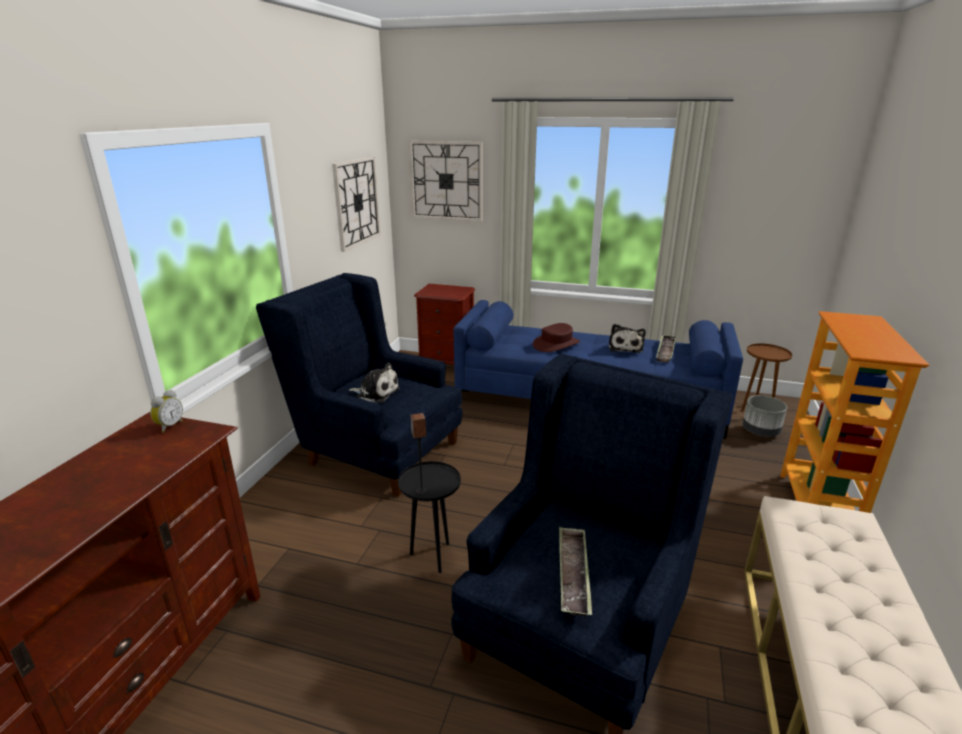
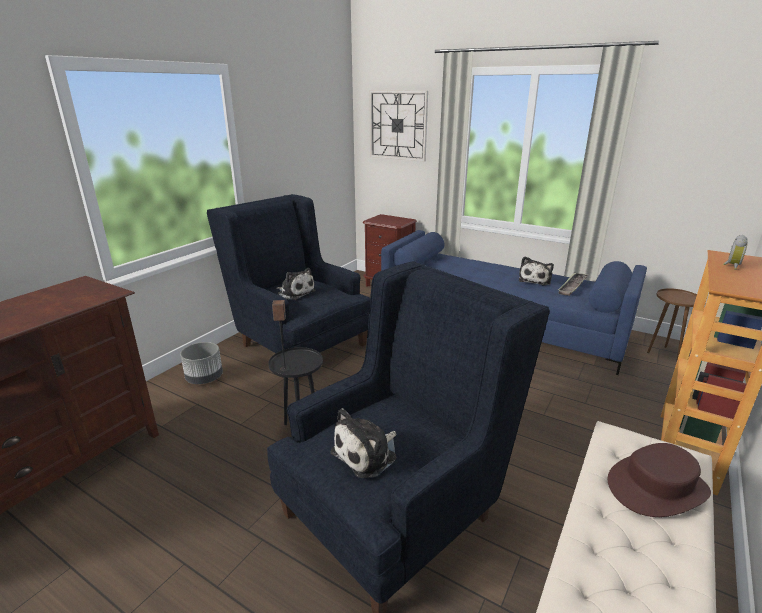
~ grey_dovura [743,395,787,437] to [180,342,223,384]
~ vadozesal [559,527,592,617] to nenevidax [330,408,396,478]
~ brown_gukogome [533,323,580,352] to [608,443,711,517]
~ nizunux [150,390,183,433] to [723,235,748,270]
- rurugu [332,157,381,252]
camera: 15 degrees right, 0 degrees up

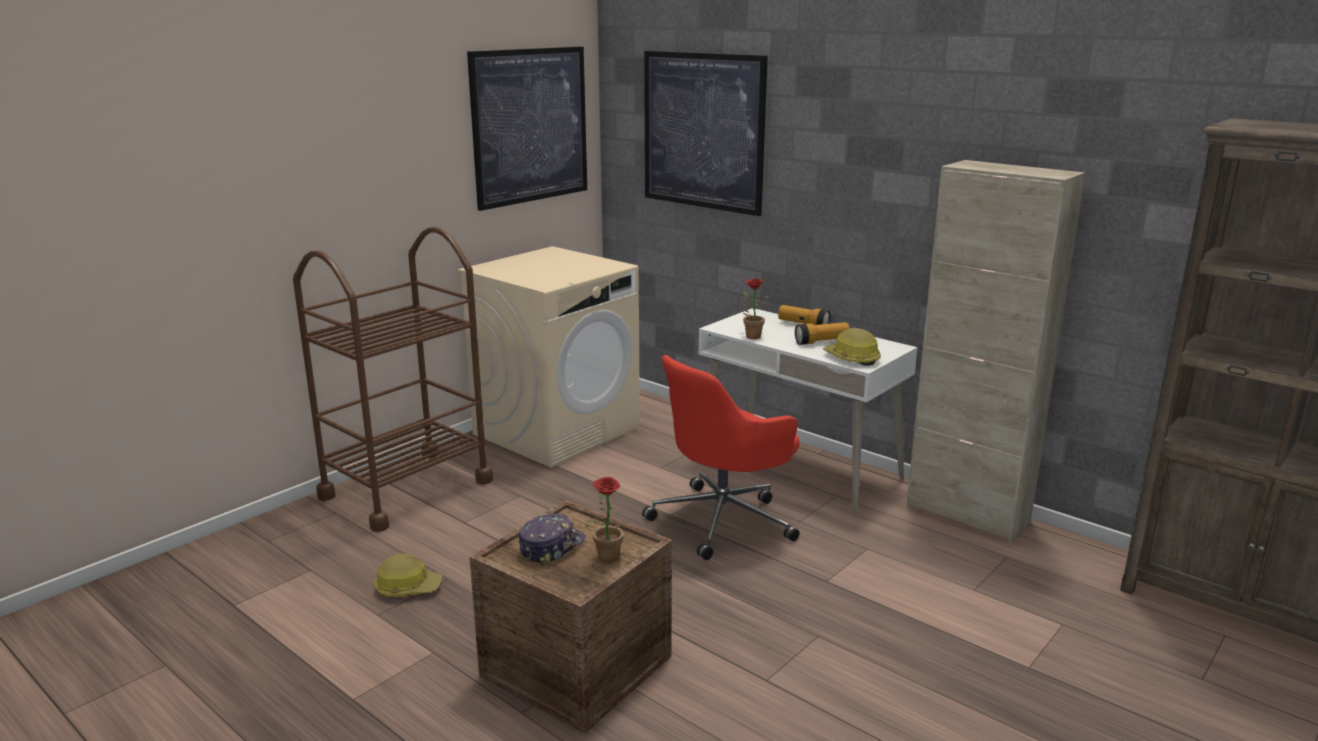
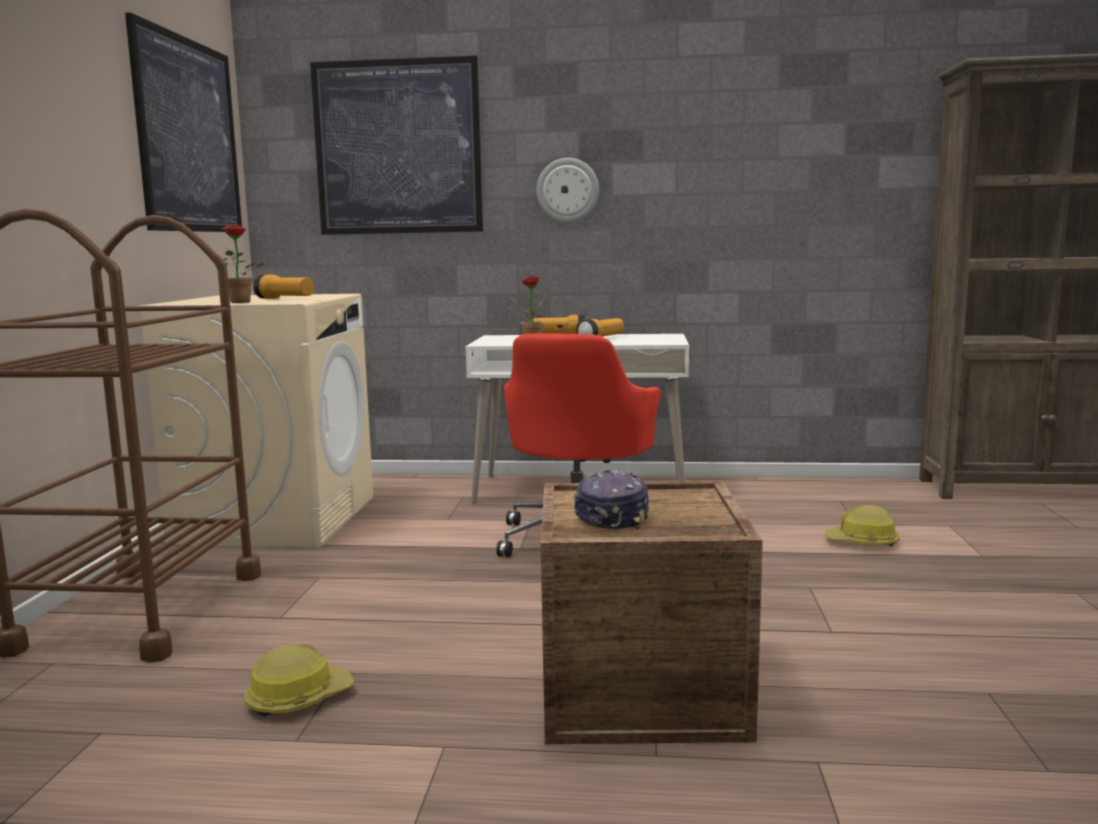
~ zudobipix [585,477,640,563] to [221,224,265,303]
+ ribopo [253,274,314,299]
+ rurugu [537,158,599,222]
~ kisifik [823,328,881,366] to [825,505,900,547]
- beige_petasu [906,160,1085,541]
camera: 35 degrees left, 10 degrees down

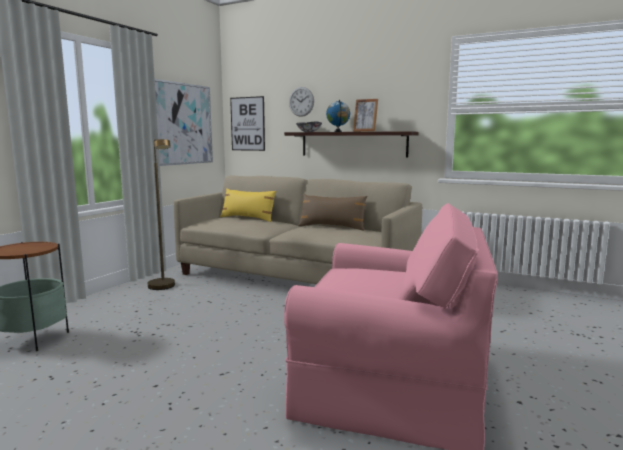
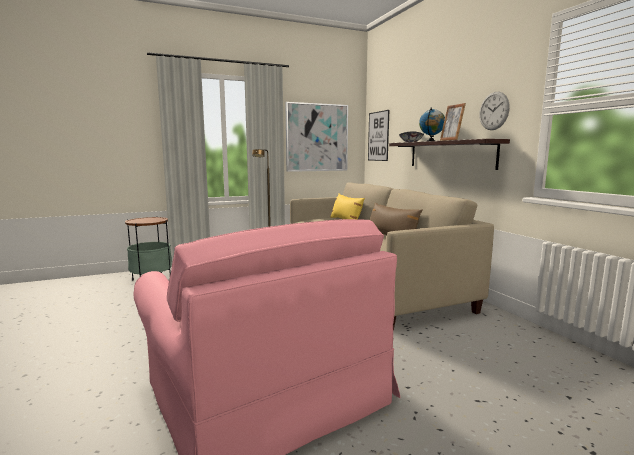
~ rurugu [289,87,314,117] to [479,92,510,130]
camera: 40 degrees right, 0 degrees up

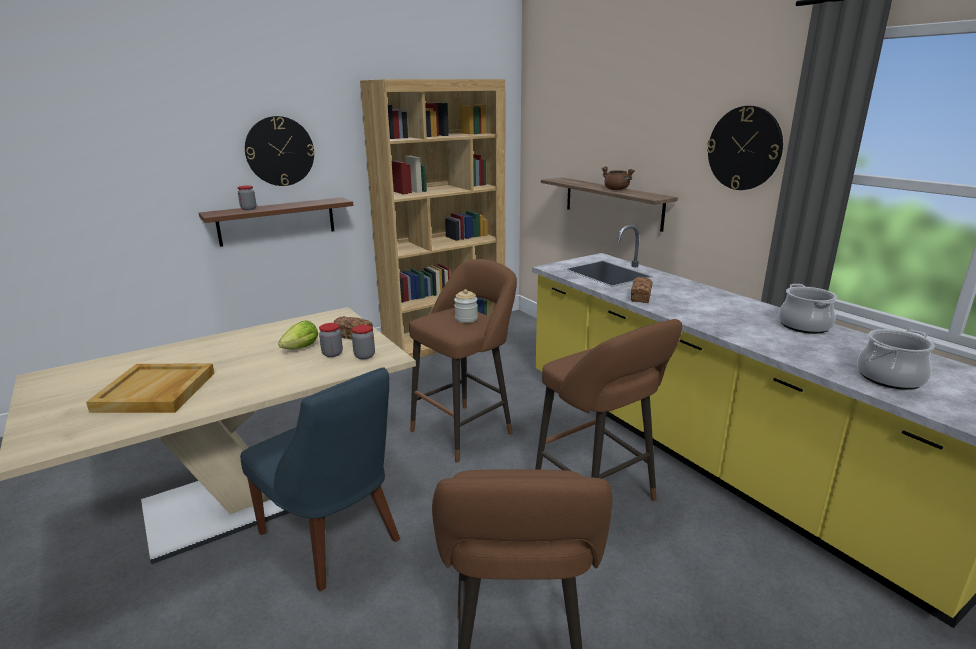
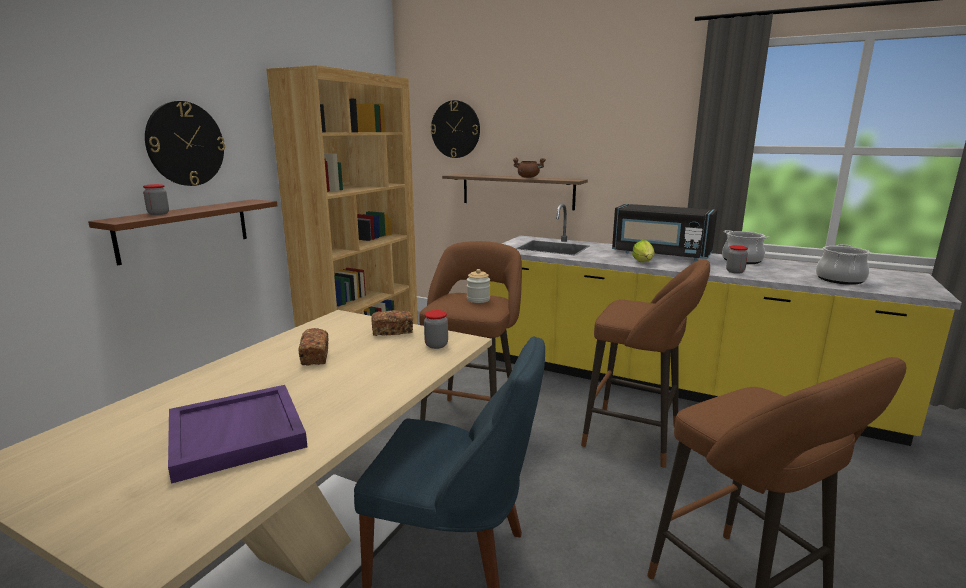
~ beige_vadozesal [86,364,214,413] to purple_vadozesal [168,385,308,484]
~ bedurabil [631,277,653,303] to [299,328,329,366]
~ rurugu [707,106,783,190] to [430,100,480,158]
+ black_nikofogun [612,204,717,261]
~ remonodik [278,320,318,349] to [632,240,655,262]
~ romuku [319,323,343,357] to [726,245,748,274]
camera: 30 degrees left, 5 degrees down

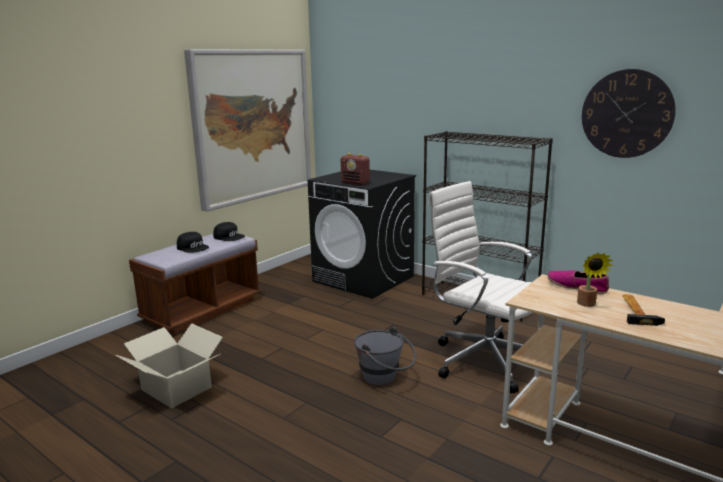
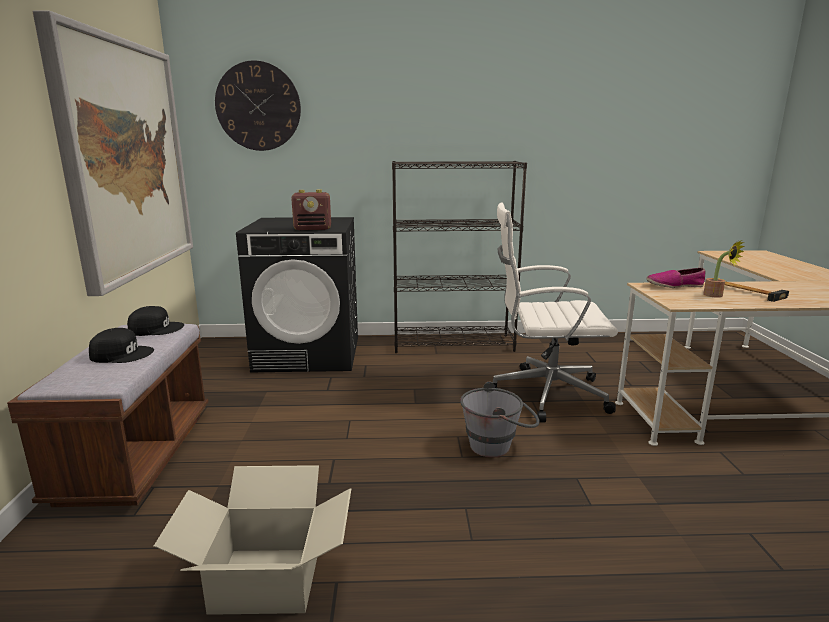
~ rurugu [582,69,676,158] to [215,61,301,151]
camera: 40 degrees left, 0 degrees up

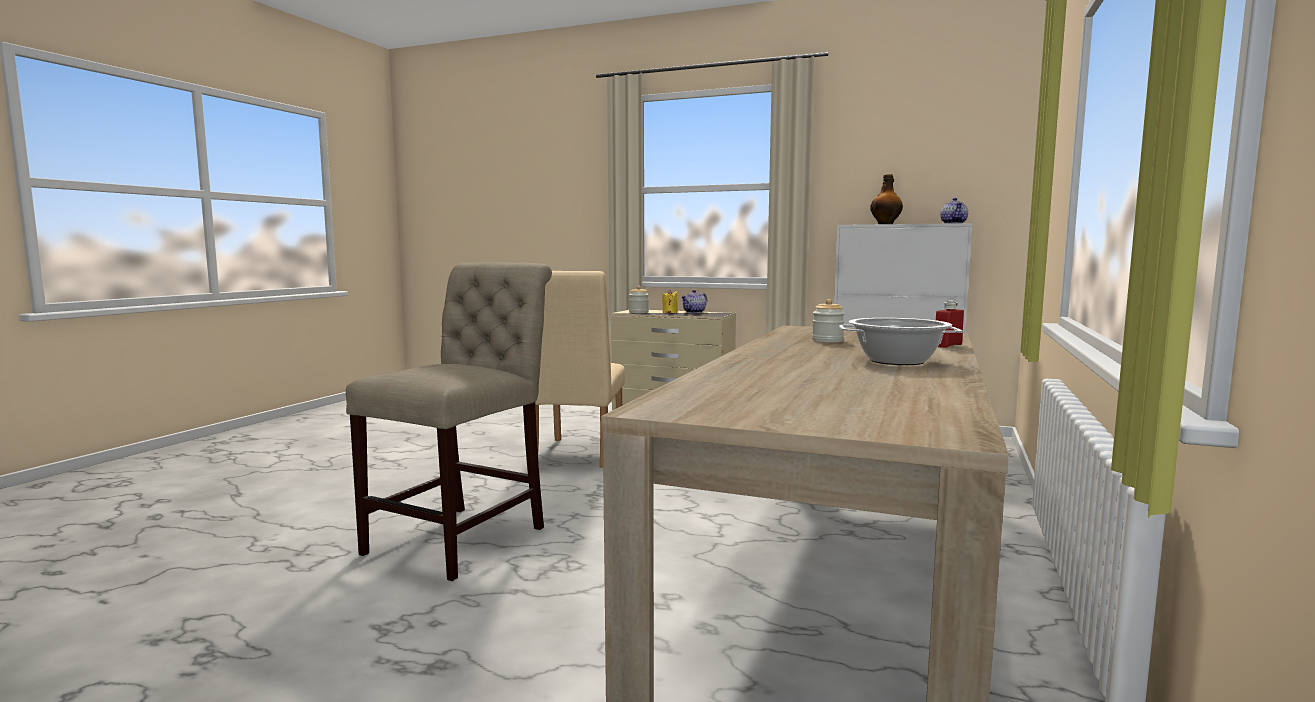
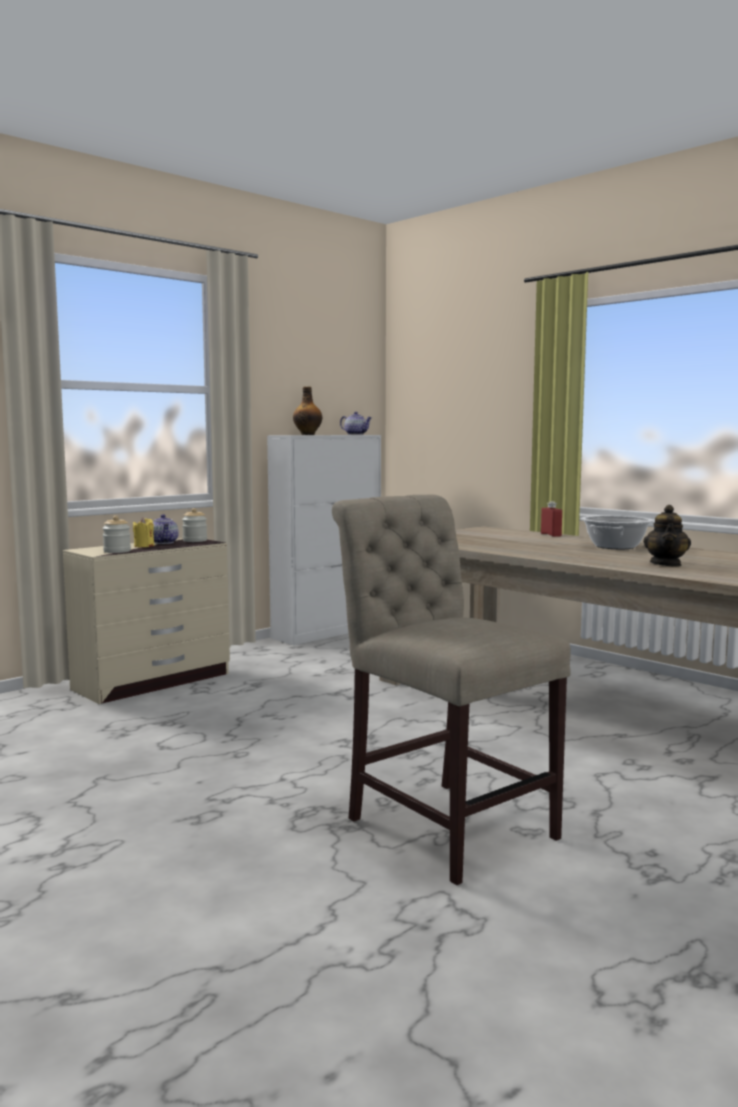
~ romuku [812,299,845,343] to [182,508,207,542]
+ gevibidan [643,505,691,566]
- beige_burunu [535,271,625,468]
camera: 65 degrees left, 0 degrees up

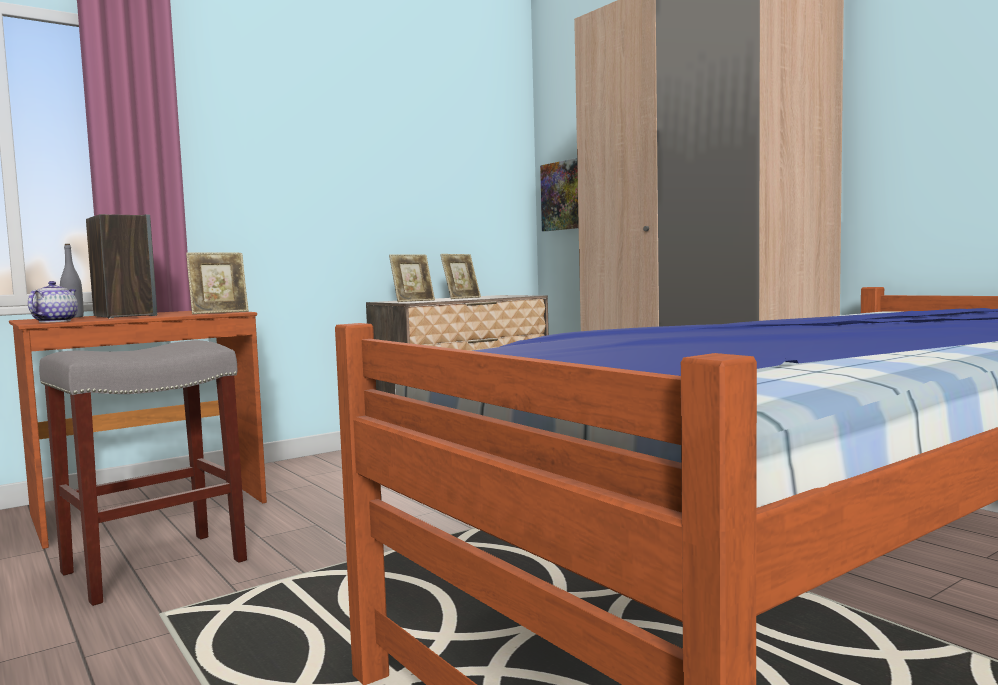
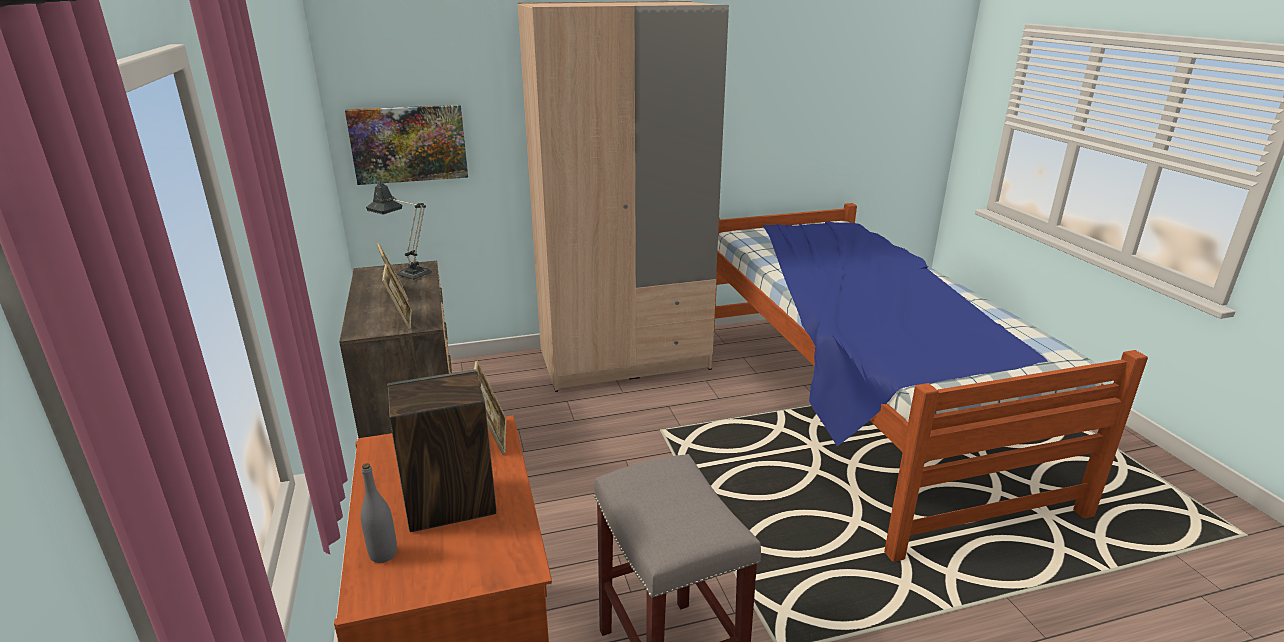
+ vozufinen [366,180,432,280]
- gevibidan [28,281,78,323]
camera: 70 degrees left, 20 degrees up

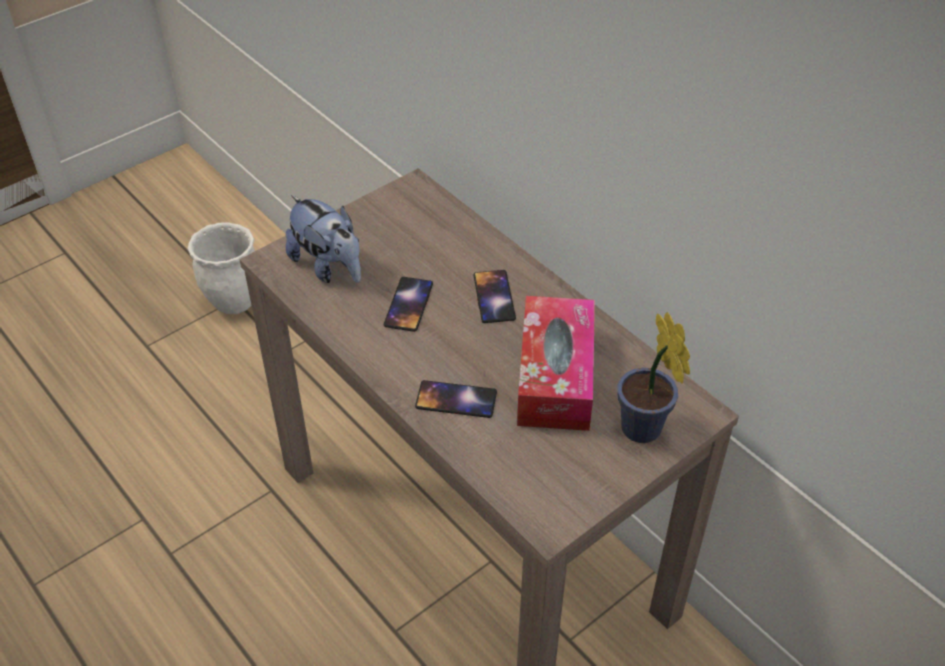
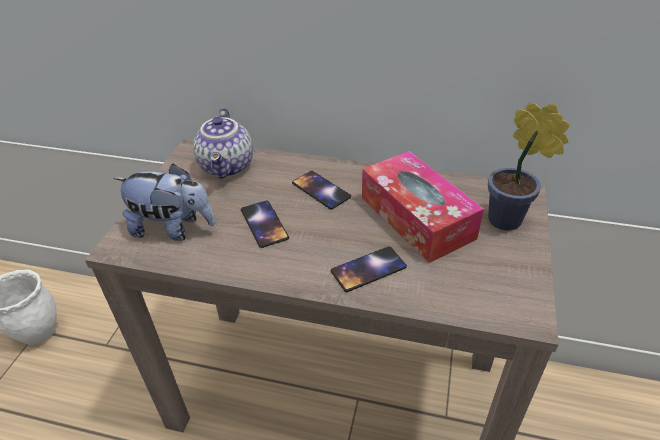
+ gevibidan [193,108,253,179]
camera: 35 degrees left, 5 degrees down

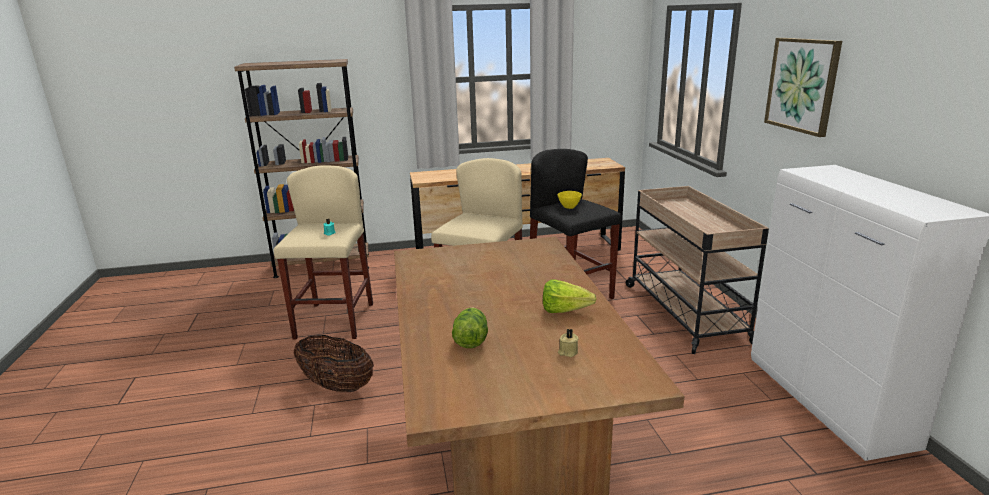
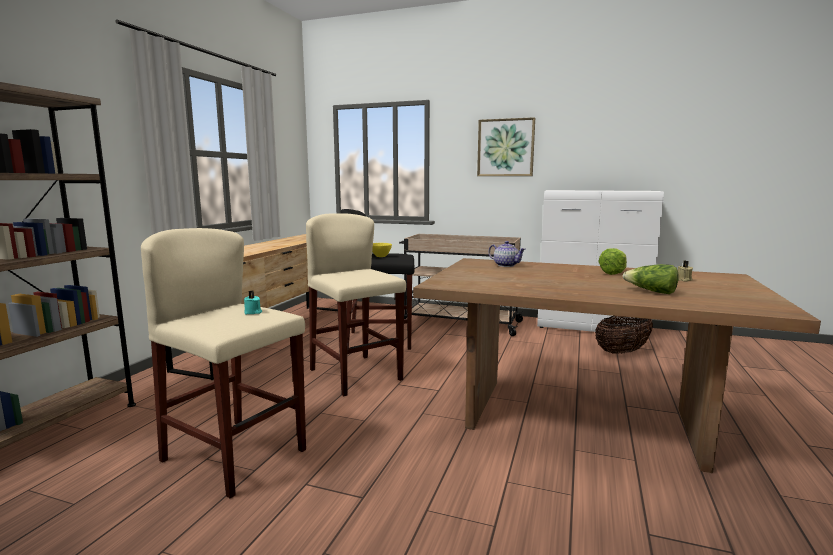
+ gevibidan [488,241,526,267]
~ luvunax [294,335,374,392] to [595,316,653,354]
camera: 60 degrees left, 10 degrees down

